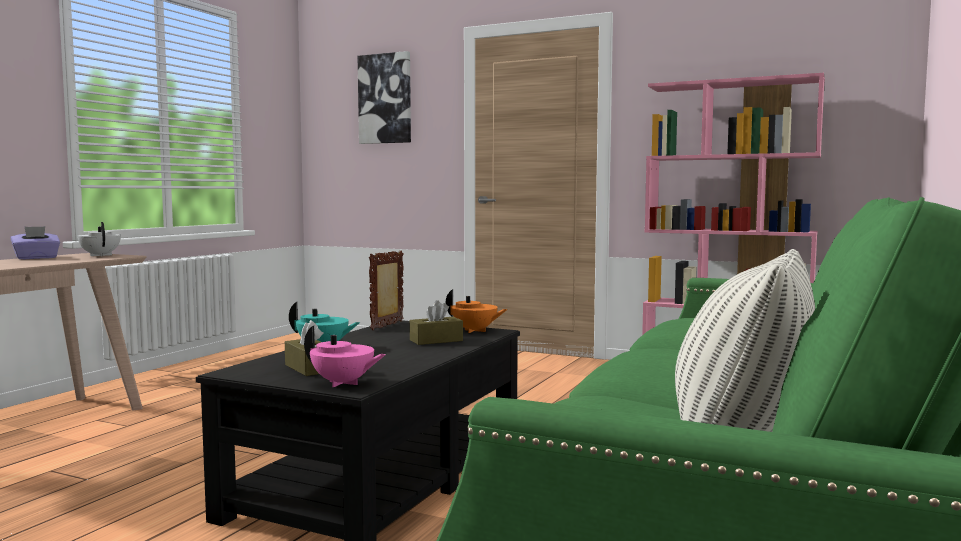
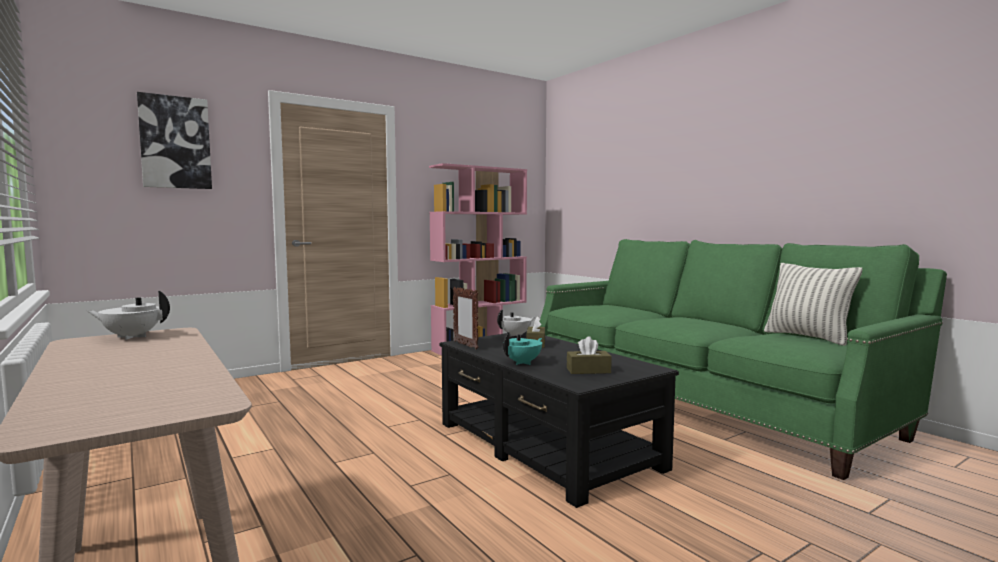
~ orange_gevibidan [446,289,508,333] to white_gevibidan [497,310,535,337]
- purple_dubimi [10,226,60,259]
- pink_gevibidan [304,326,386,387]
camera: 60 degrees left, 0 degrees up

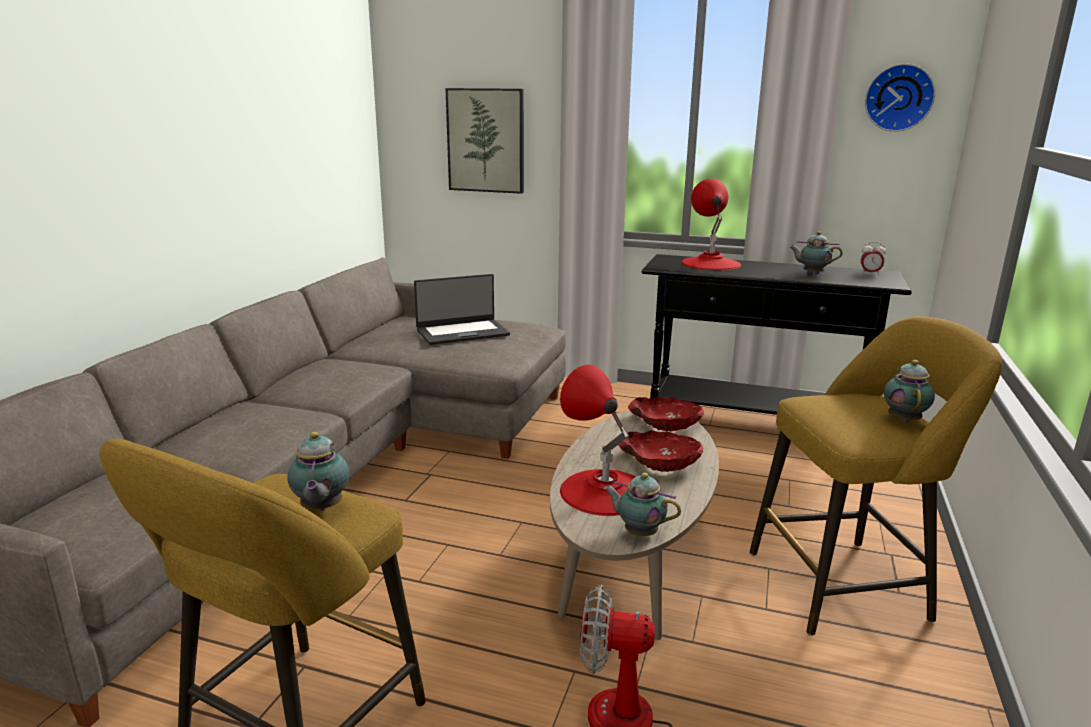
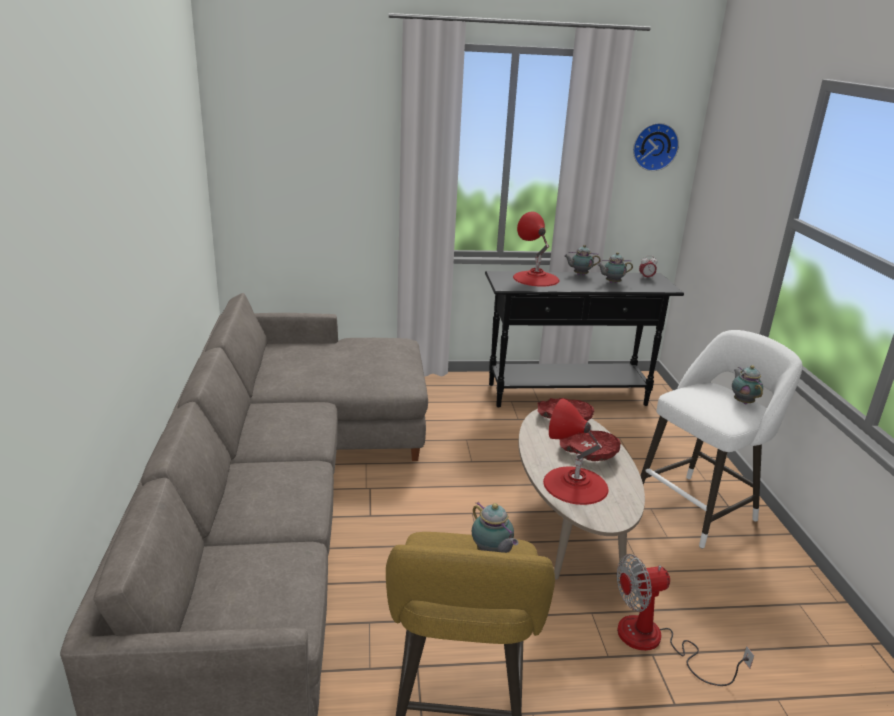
~ gevibidan [604,473,681,536] to [564,245,601,275]
~ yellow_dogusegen [750,316,1002,636] to white_dogusegen [640,330,802,549]
- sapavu [414,274,510,345]
- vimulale [445,88,524,194]
camera: 25 degrees left, 5 degrees up

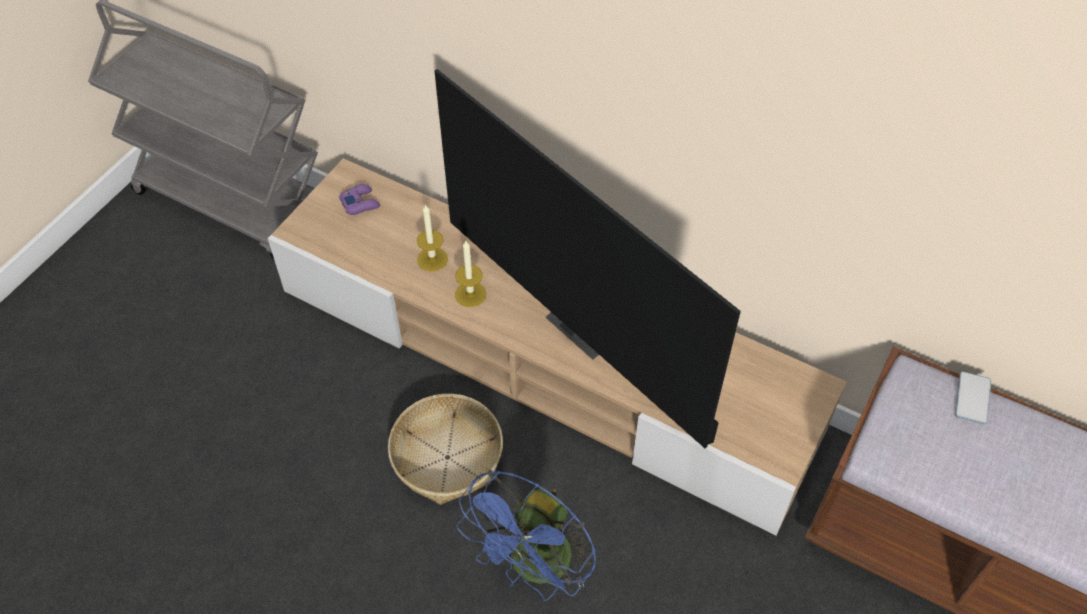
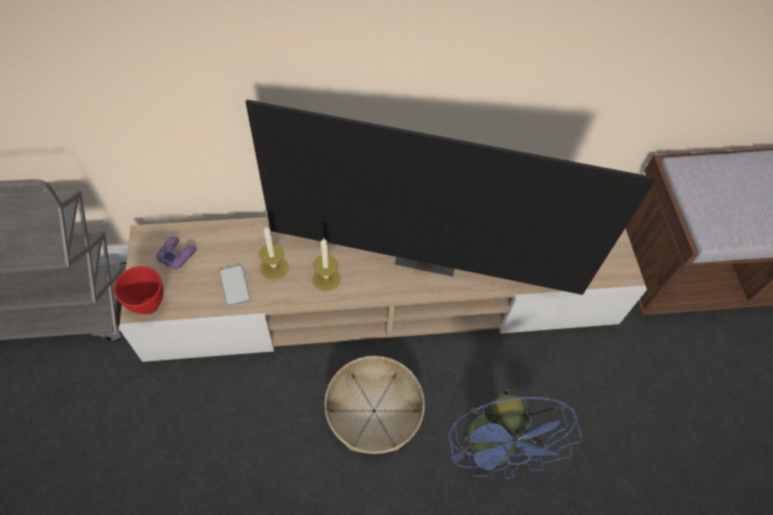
+ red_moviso [114,266,163,314]
~ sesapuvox [955,371,991,424] to [219,265,250,306]
camera: 40 degrees left, 5 degrees up

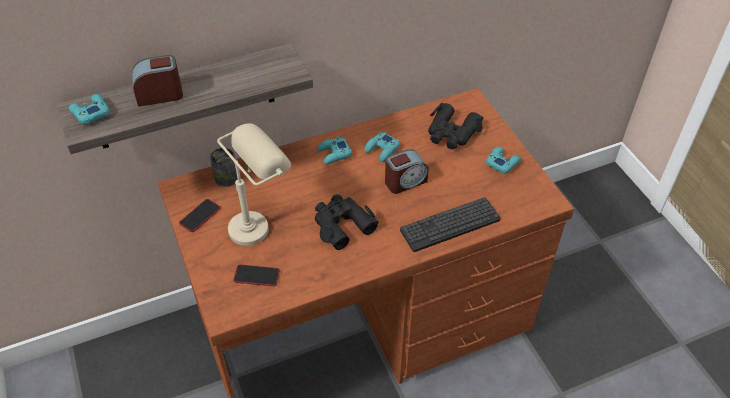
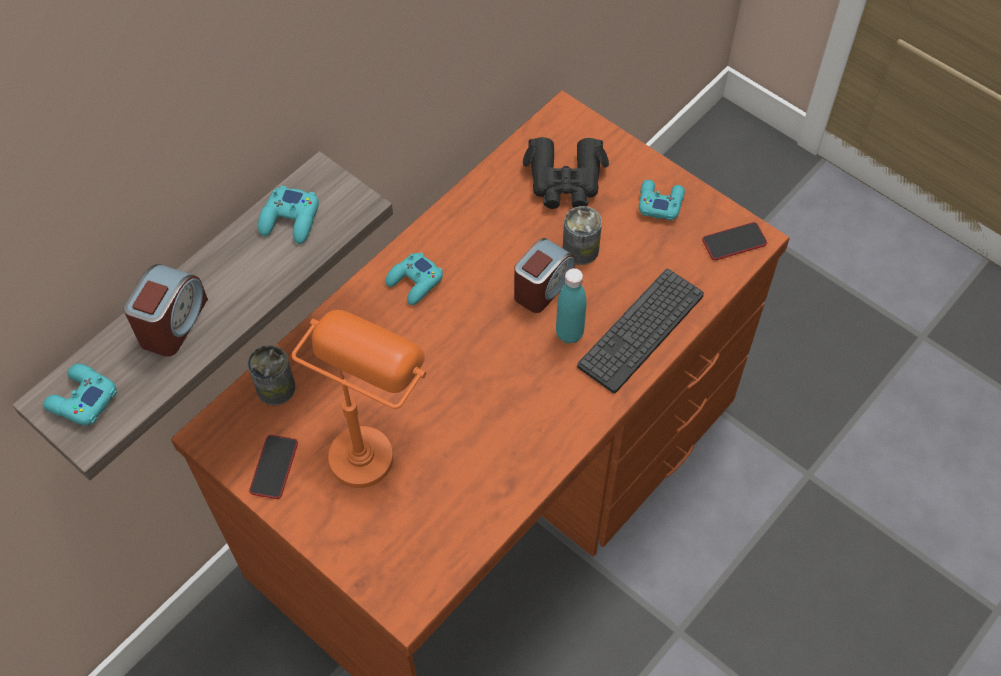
~ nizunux [132,55,183,107] = [123,264,208,357] 150 degrees clockwise
~ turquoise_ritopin [364,132,400,162] to [258,186,319,244]
~ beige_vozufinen [217,123,291,246] to orange_vozufinen [291,310,426,488]
+ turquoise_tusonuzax [556,268,586,343]
+ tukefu [563,206,602,265]
~ sesapuvox [233,265,280,286] to [702,222,767,260]
- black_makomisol [315,194,379,250]
camera: 25 degrees left, 10 degrees up

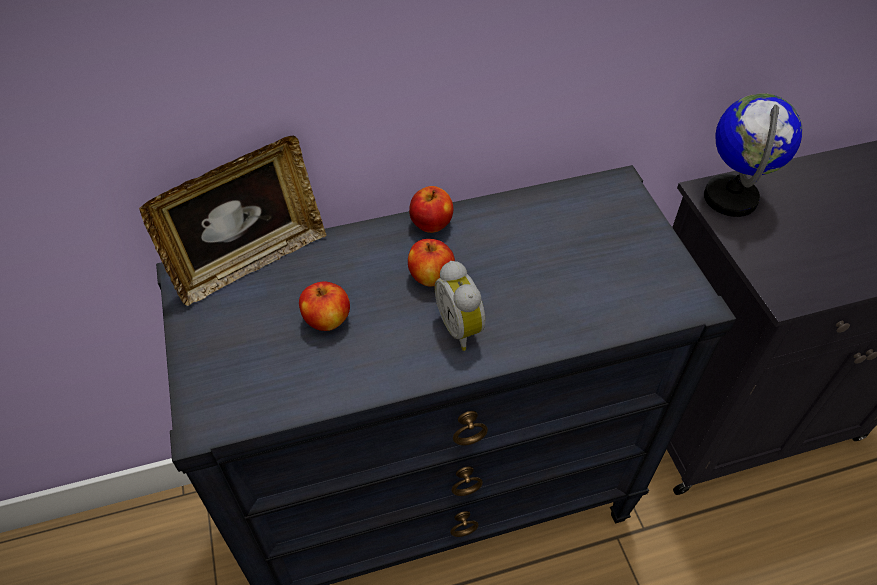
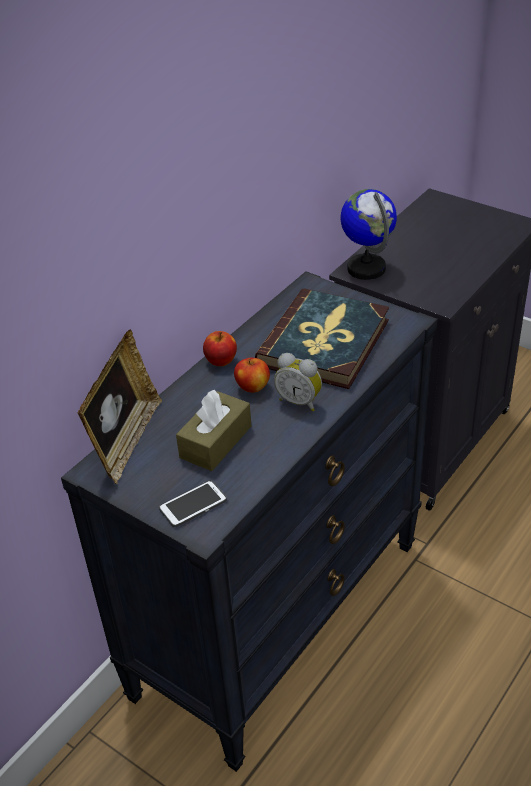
+ sesapuvox [159,480,227,527]
~ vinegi [299,281,350,331] to brown_dubimi [176,390,251,471]
+ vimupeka [255,288,389,389]
camera: 35 degrees left, 10 degrees down

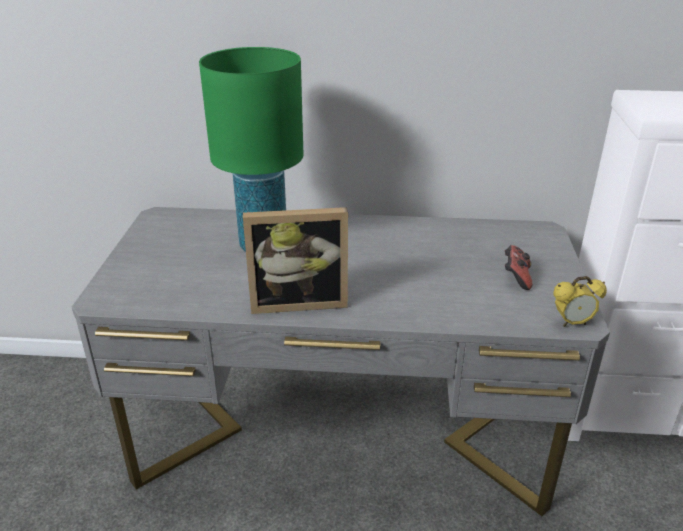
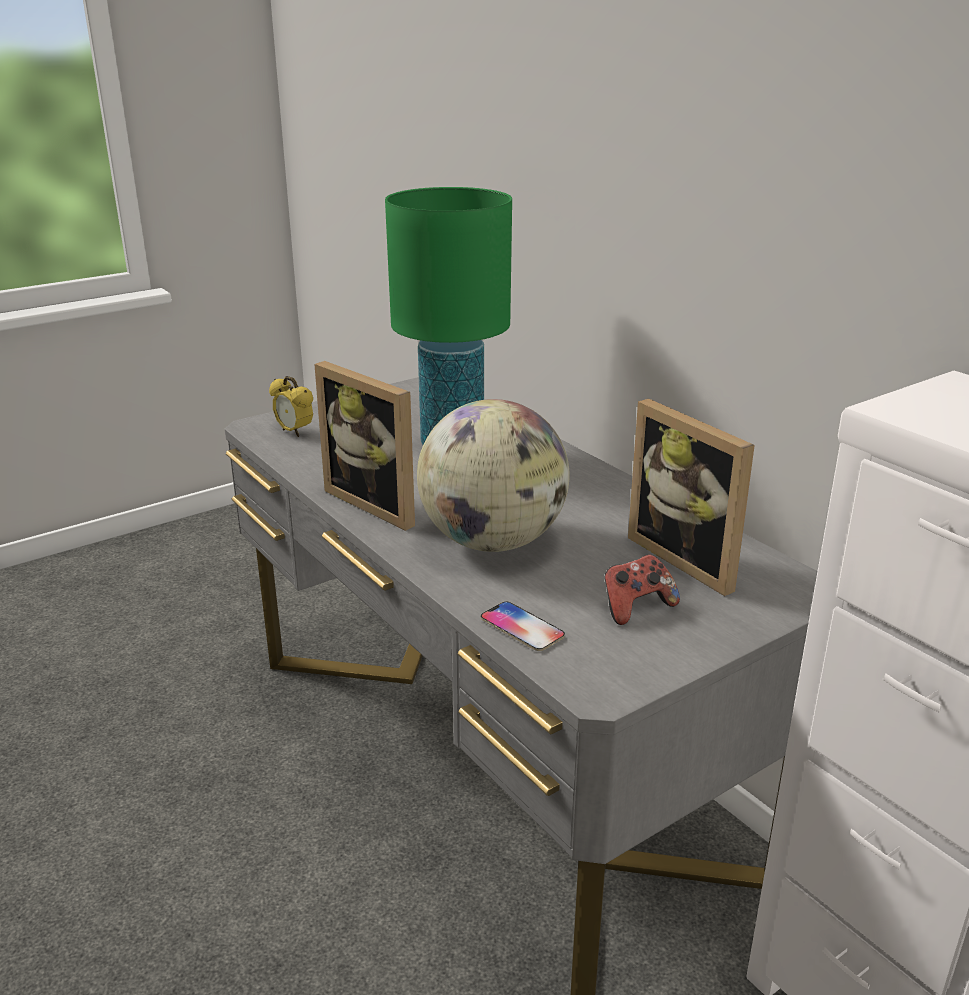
~ nizunux [553,276,607,327] to [269,376,313,437]
+ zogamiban [417,399,569,552]
+ sesapuvox [481,601,565,651]
+ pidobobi [628,399,755,596]
camera: 50 degrees right, 5 degrees down

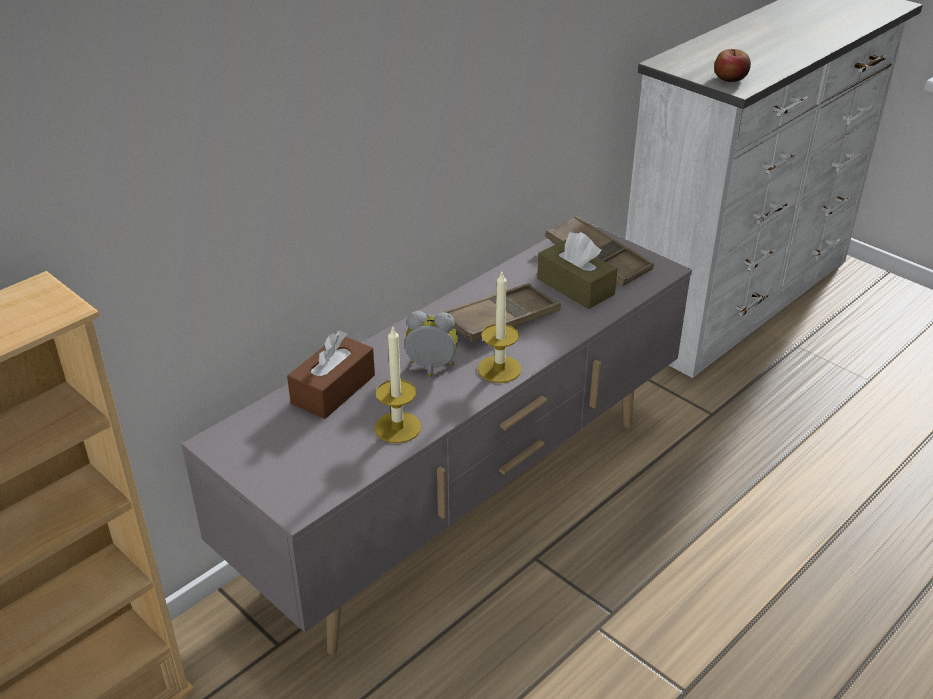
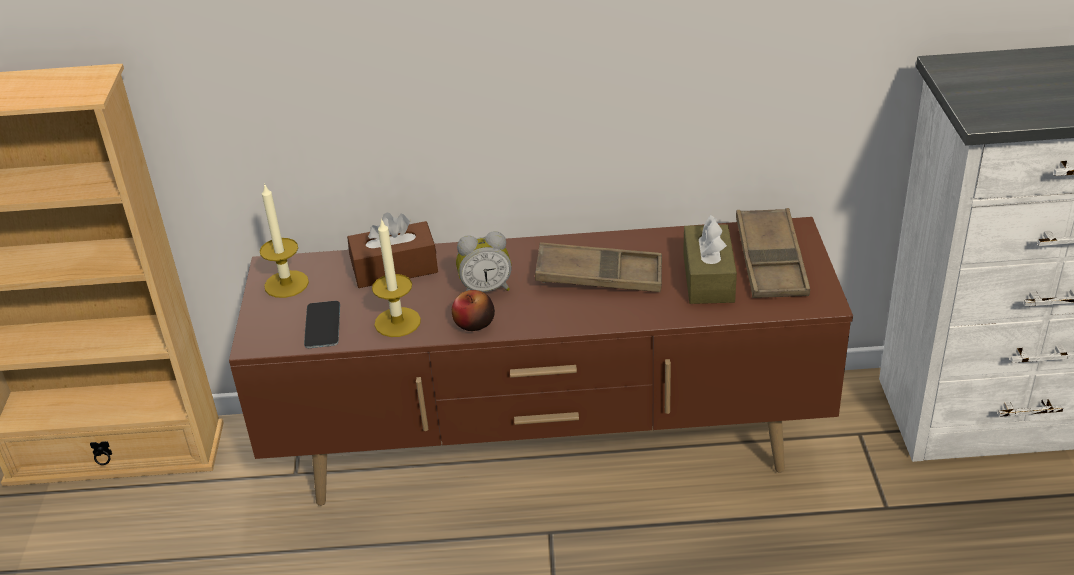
~ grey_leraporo [181,222,692,655] to brown_leraporo [229,217,853,506]
~ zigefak [478,272,521,383] to [260,183,309,298]
+ sesapuvox [304,301,340,348]
~ vinegi [714,49,751,82] to [452,290,495,331]
~ nizunux [405,311,458,377] = [456,231,512,292] 120 degrees clockwise
camera: 45 degrees right, 0 degrees up

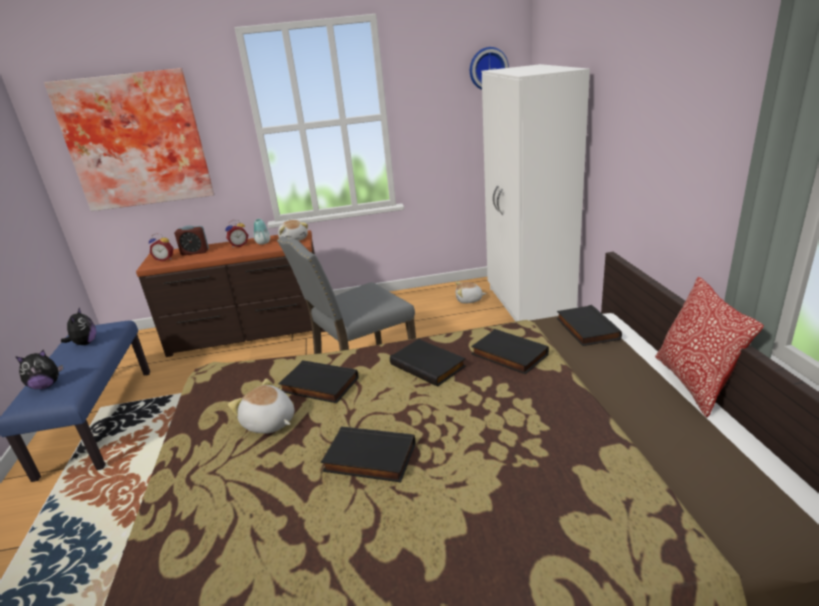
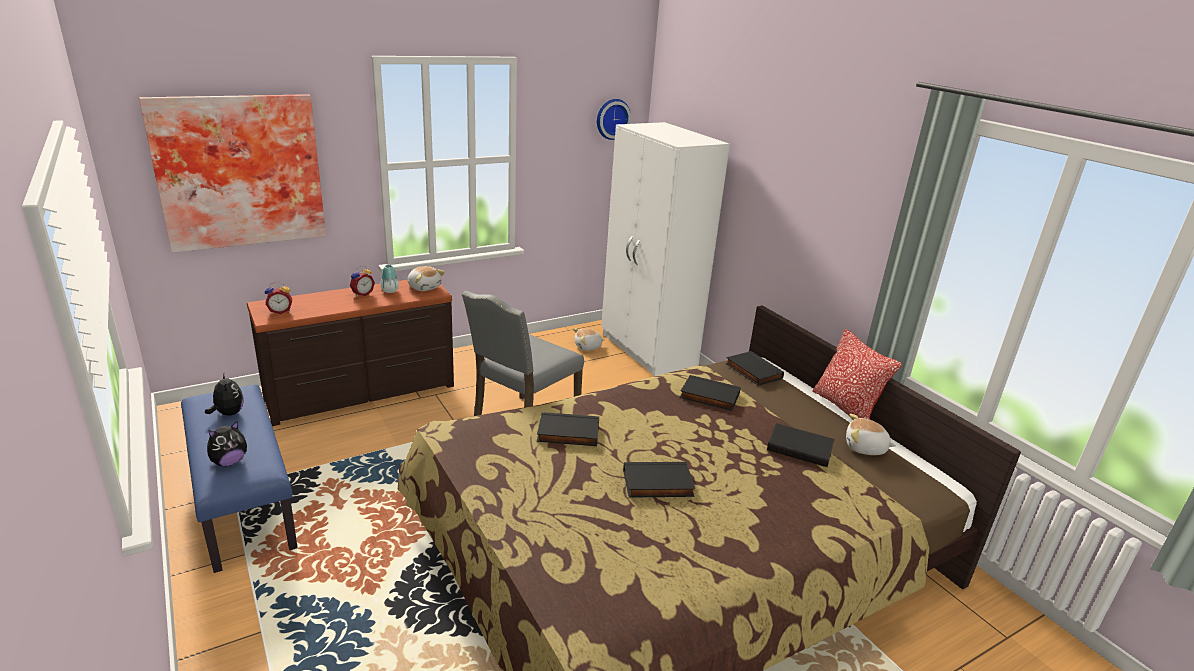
~ black_vimupeka [390,339,466,387] to [767,423,835,467]
~ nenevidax [228,379,295,434] to [846,414,896,455]
- nizunux [174,225,209,255]
camera: 25 degrees left, 0 degrees up

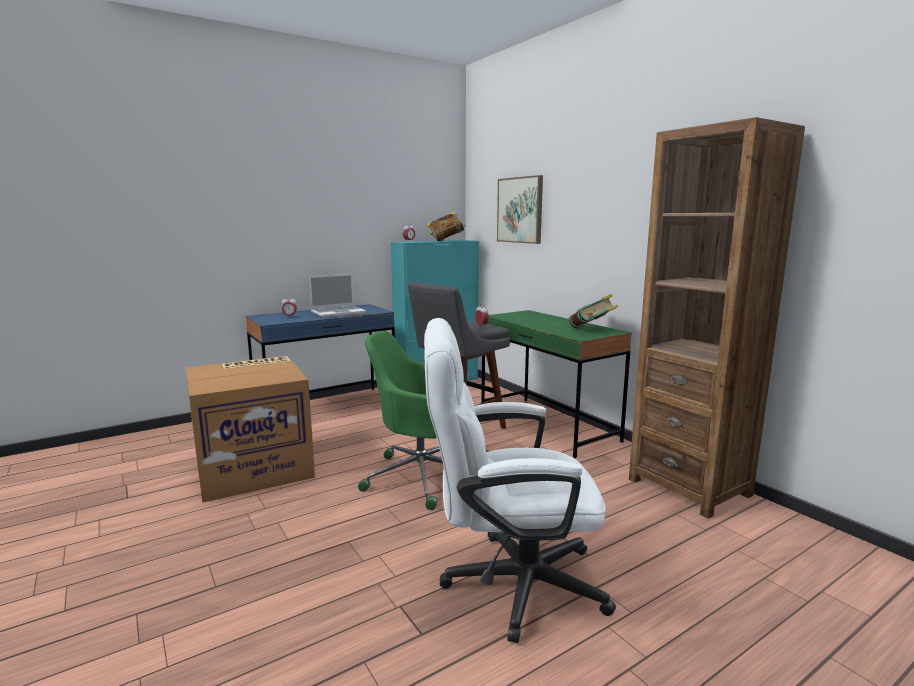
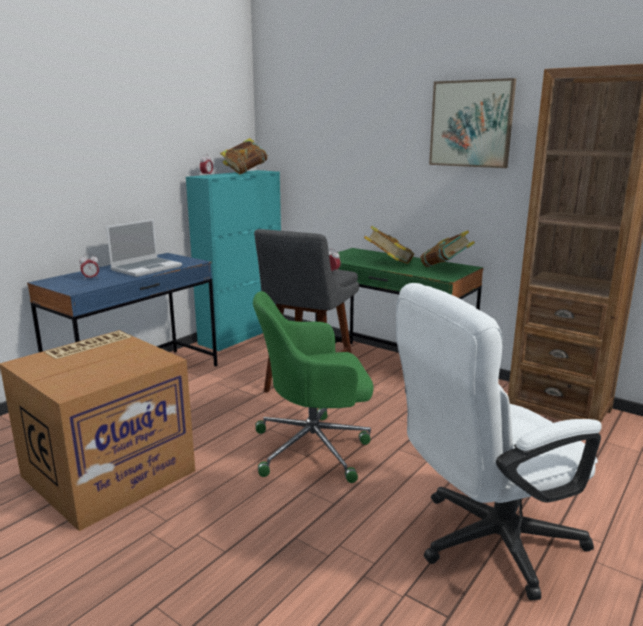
+ vimupeka [364,226,414,264]
~ vimulale [497,175,543,244] to [429,78,516,168]
camera: 20 degrees left, 5 degrees up

